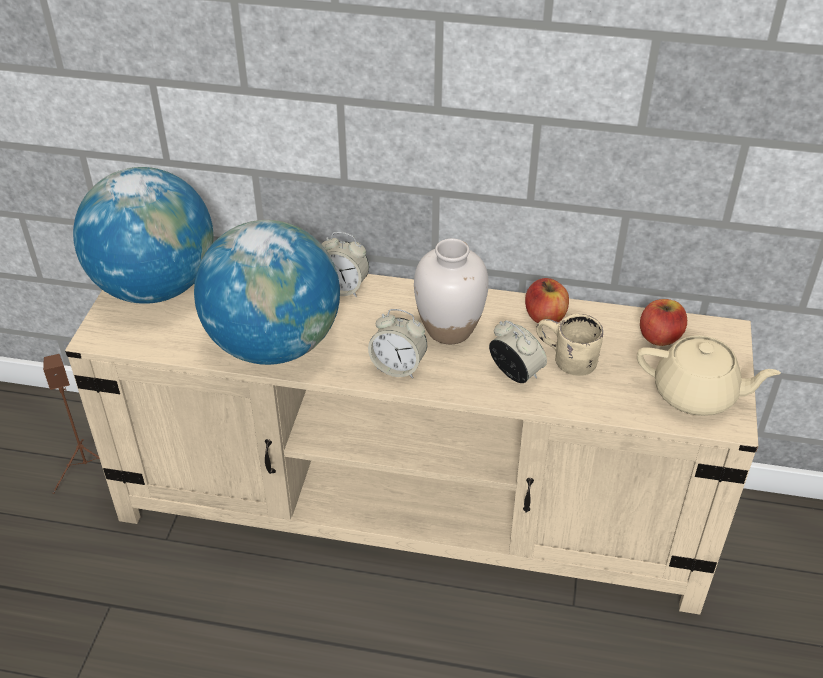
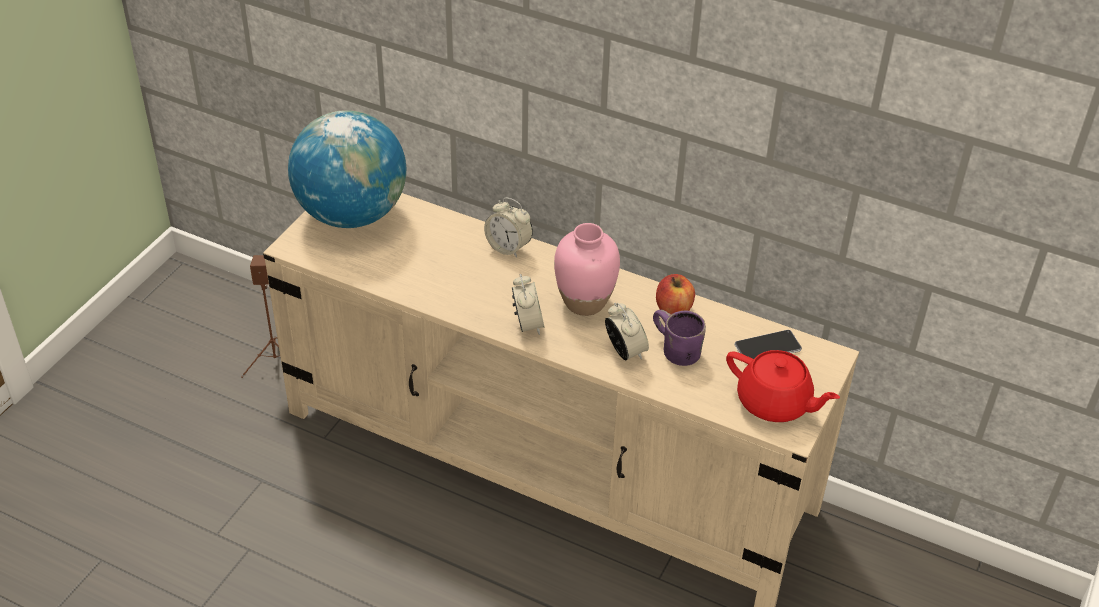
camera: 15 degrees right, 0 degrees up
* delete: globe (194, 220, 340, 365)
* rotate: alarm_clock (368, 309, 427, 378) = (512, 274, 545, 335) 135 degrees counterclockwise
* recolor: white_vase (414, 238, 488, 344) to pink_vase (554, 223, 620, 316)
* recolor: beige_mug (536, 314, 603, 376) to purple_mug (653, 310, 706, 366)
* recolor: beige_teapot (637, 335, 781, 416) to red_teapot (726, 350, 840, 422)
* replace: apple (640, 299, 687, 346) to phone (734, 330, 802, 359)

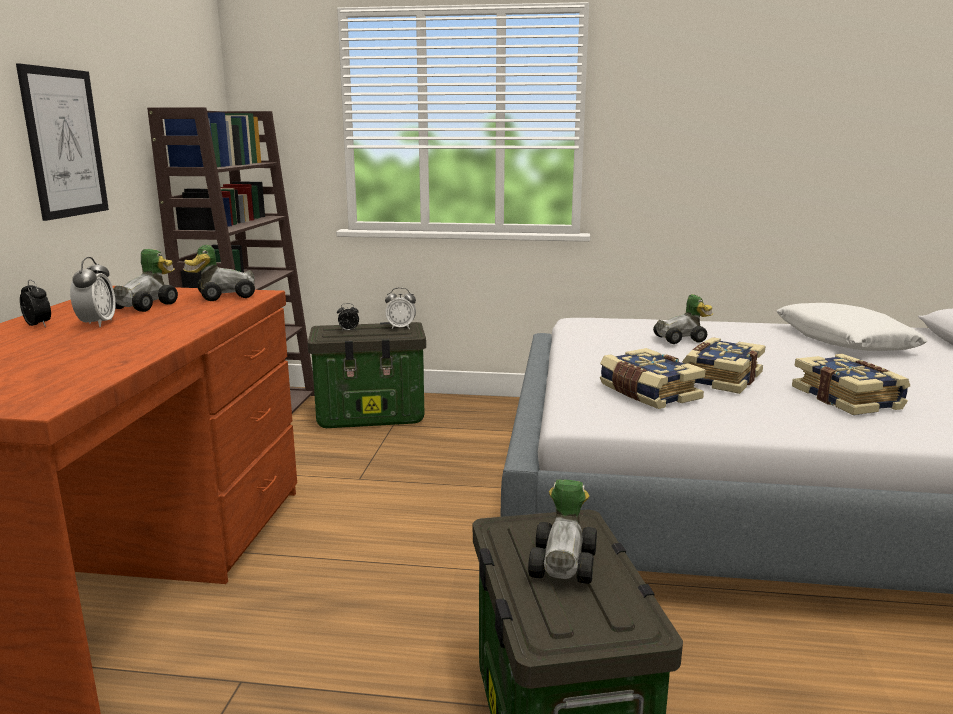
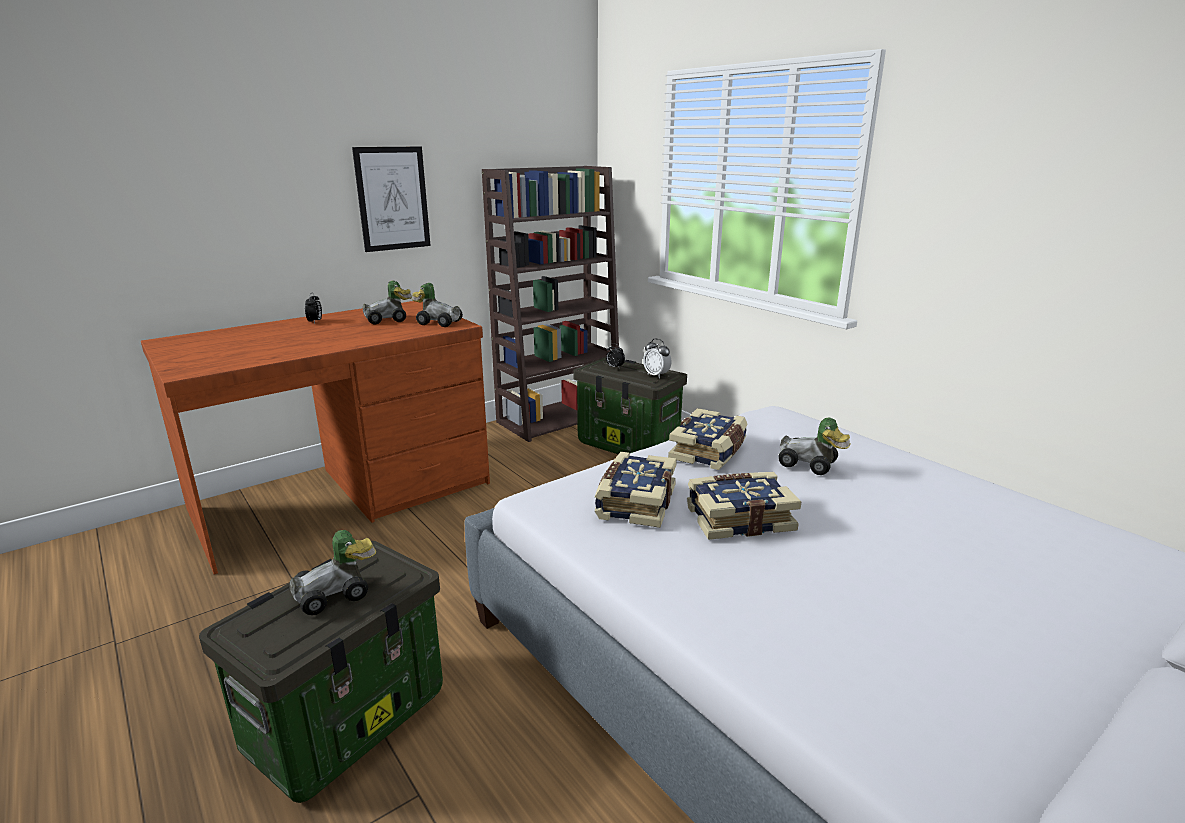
camera: 45 degrees right, 5 degrees up
* delete: alarm_clock (70, 257, 116, 327)
* delete: white_pillow (777, 303, 928, 351)
* move: book (792, 354, 910, 415) to (668, 408, 747, 470)

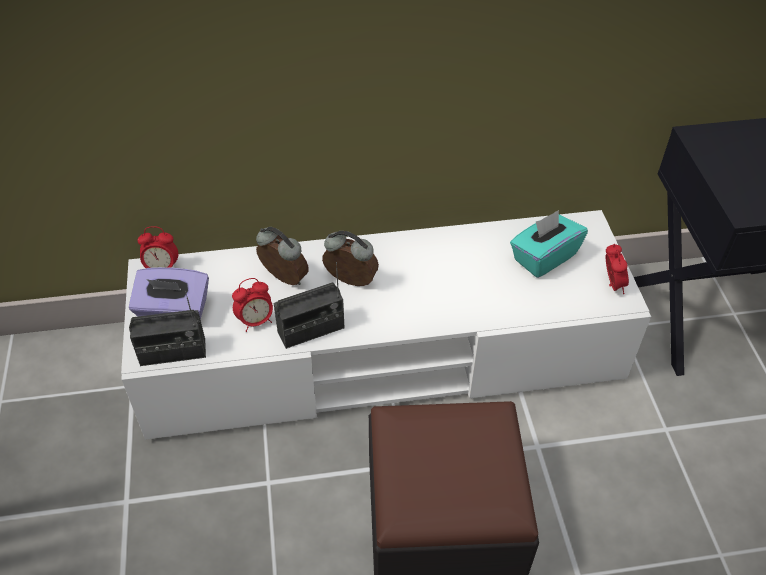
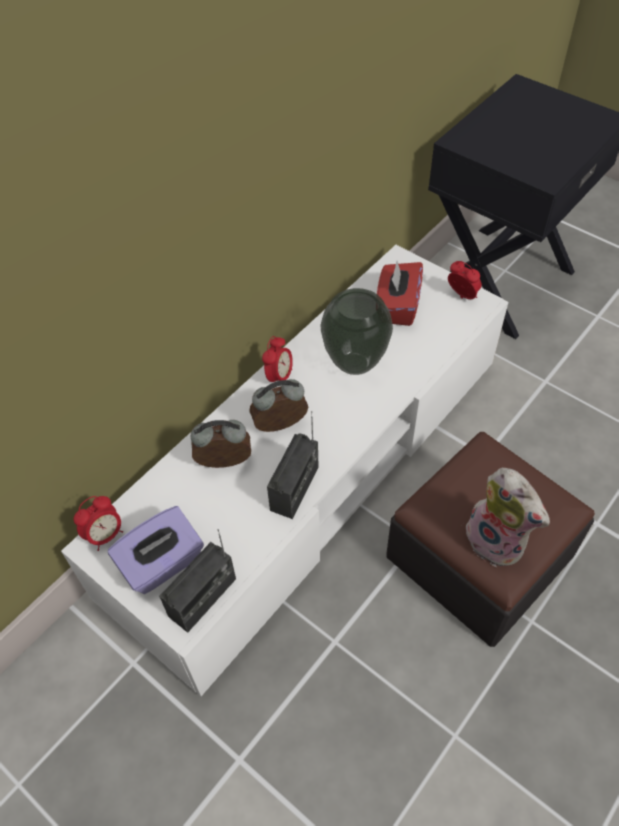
camera: 40 degrees left, 5 degrees up
* move: alarm_clock (232, 278, 273, 332) to (262, 336, 293, 382)
* recolor: turquoise_tissue_box (510, 210, 588, 278) to red_tissue_box (377, 261, 423, 326)
* insert: vase (321, 288, 393, 375)
* insert: plush_toy (461, 468, 550, 567)

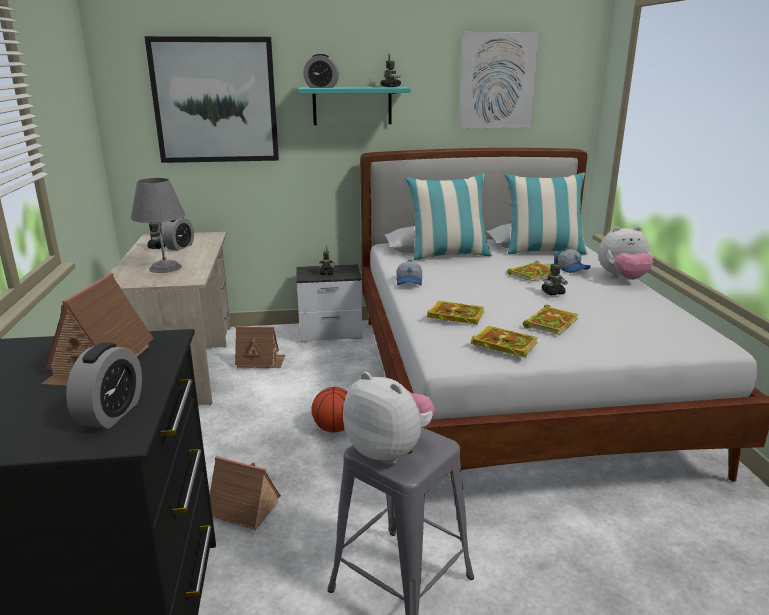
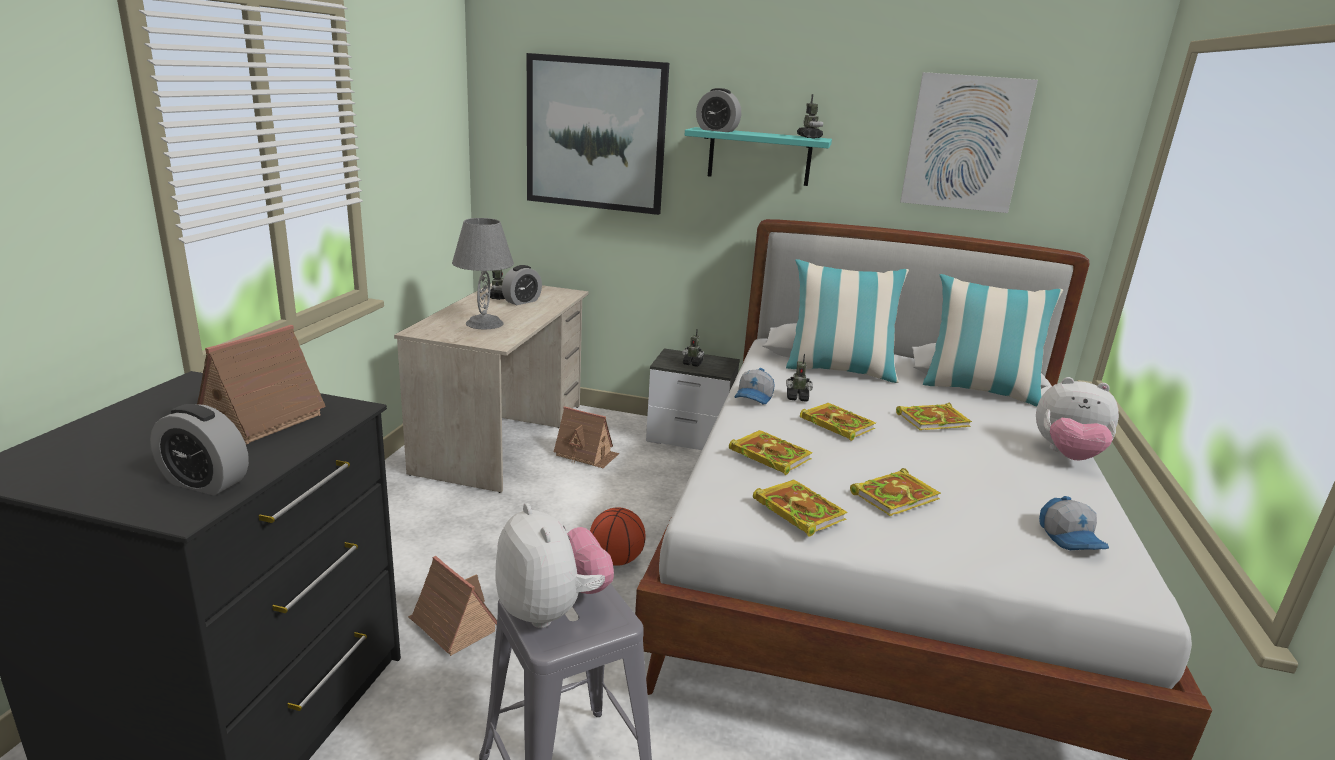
camera: 20 degrees right, 0 degrees up
* rotate: alarm_clock (66, 343, 142, 429) = (150, 404, 249, 495) 75 degrees clockwise
* move: toy_robot (542, 257, 568, 295) to (786, 354, 813, 402)
* move: cap (554, 248, 591, 273) to (1039, 496, 1109, 550)
* insert: book (800, 403, 876, 441)

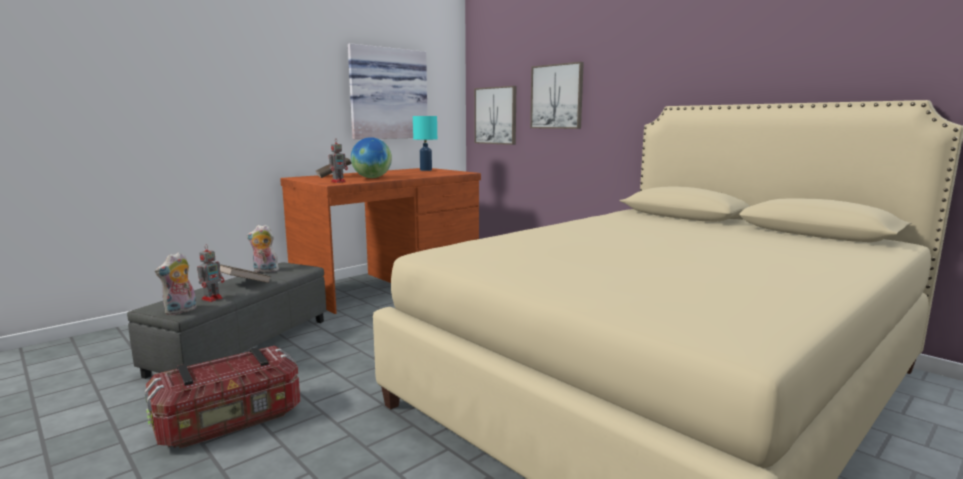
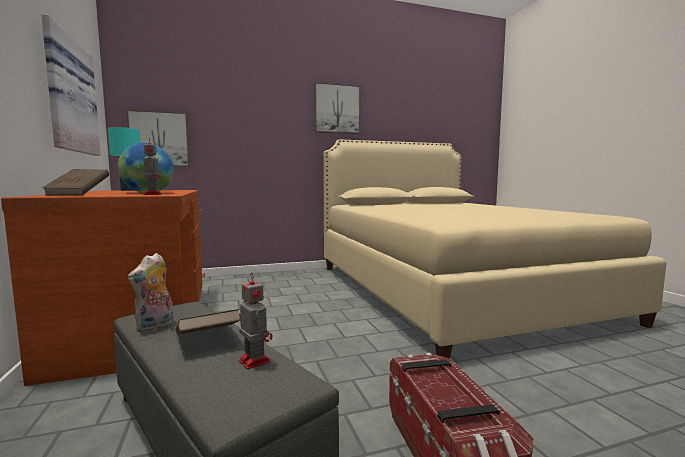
camera: 65 degrees left, 5 degrees down
* delete: plush_toy (155, 252, 197, 315)
* move: picture (530, 62, 584, 129) to (314, 82, 361, 134)

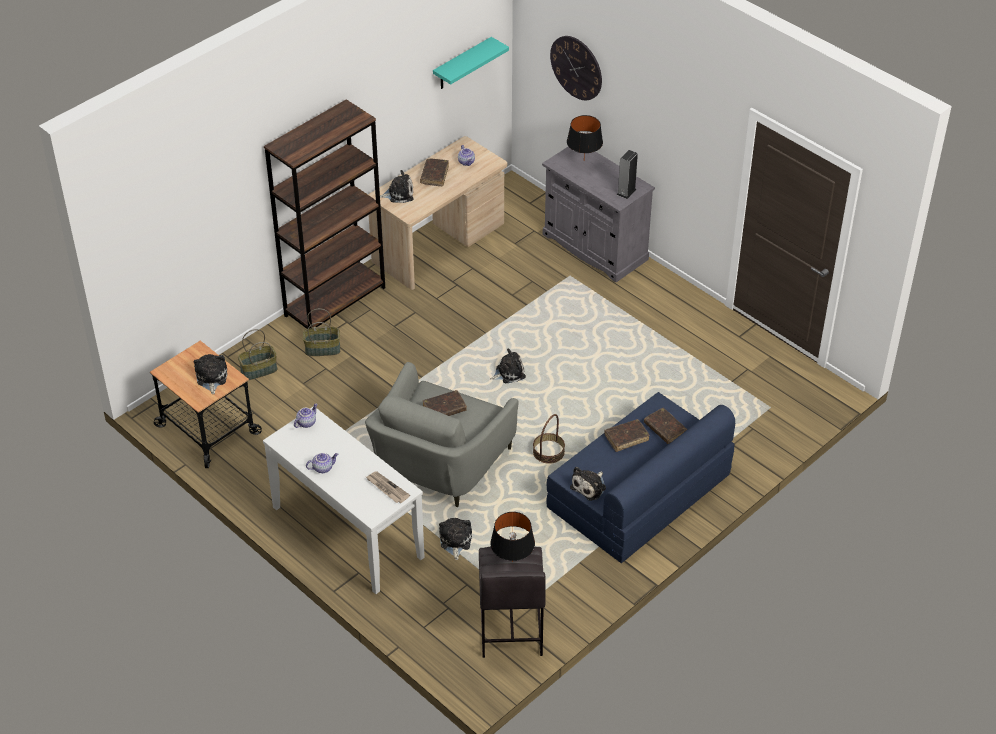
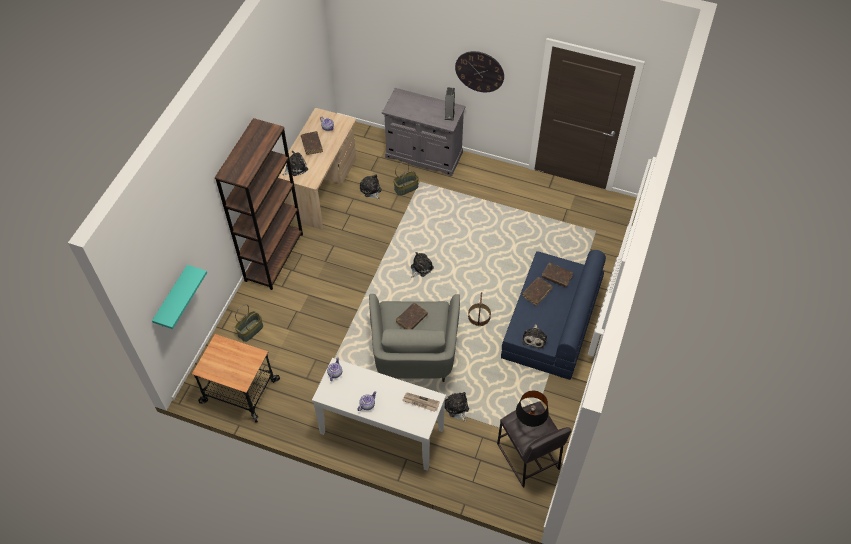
camera: 25 degrees left, 10 degrees up
* move: plush_toy (193, 354, 228, 394) to (360, 174, 382, 200)
* move: basket (303, 309, 340, 356) to (393, 162, 419, 196)
* move: turquoise_shelf (433, 37, 509, 89) to (152, 265, 207, 329)
* move: wall_clock (550, 36, 602, 100) to (455, 51, 504, 92)
* delete: black_table_lamp (567, 115, 603, 157)

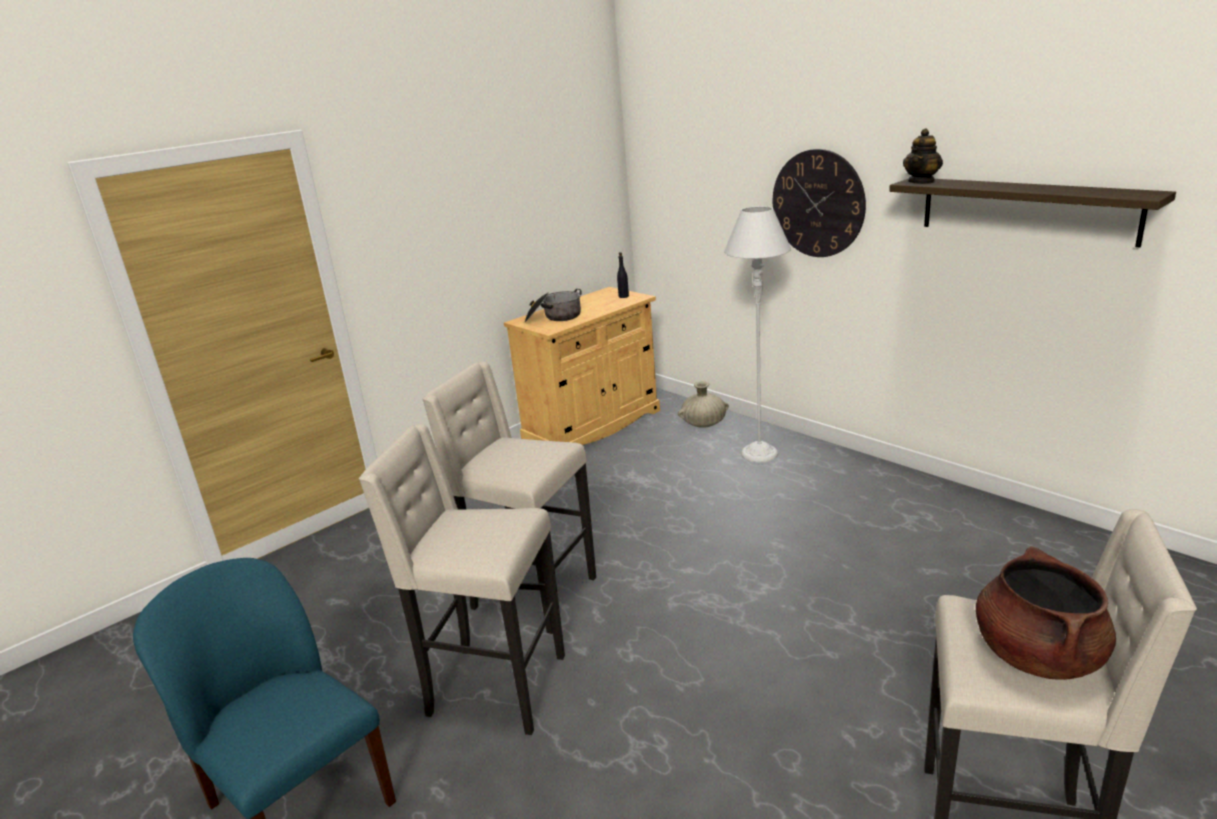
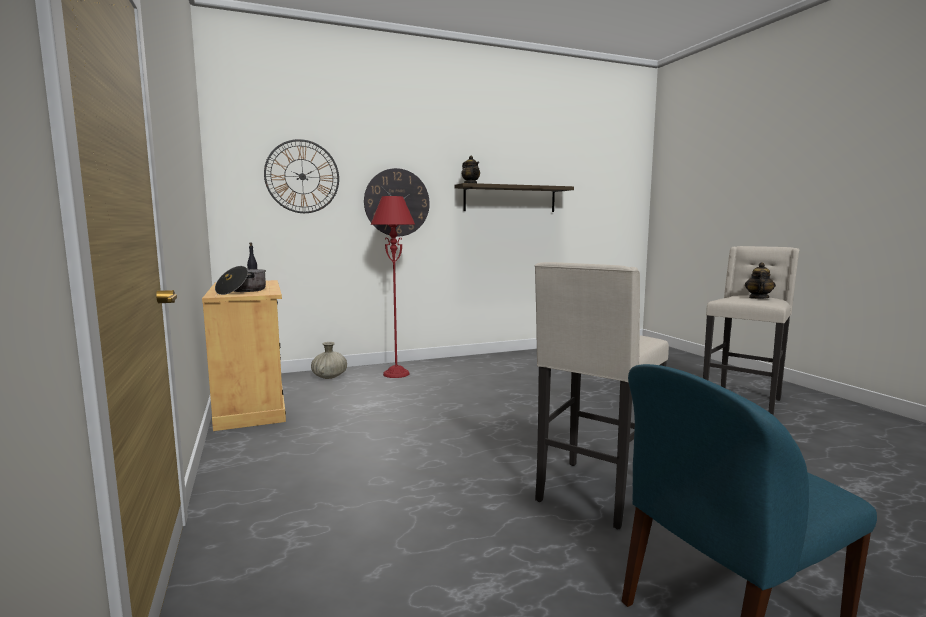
camera: 70 degrees left, 15 degrees down
* delete: beige_stool (422, 361, 596, 634)
* recolor: grey_floor_lamp (724, 206, 791, 463) to red_floor_lamp (371, 196, 415, 378)
* replace: brown_cooking_pot (976, 546, 1116, 680) to teapot (745, 262, 776, 299)
* insert: wall_clock (264, 139, 339, 213)

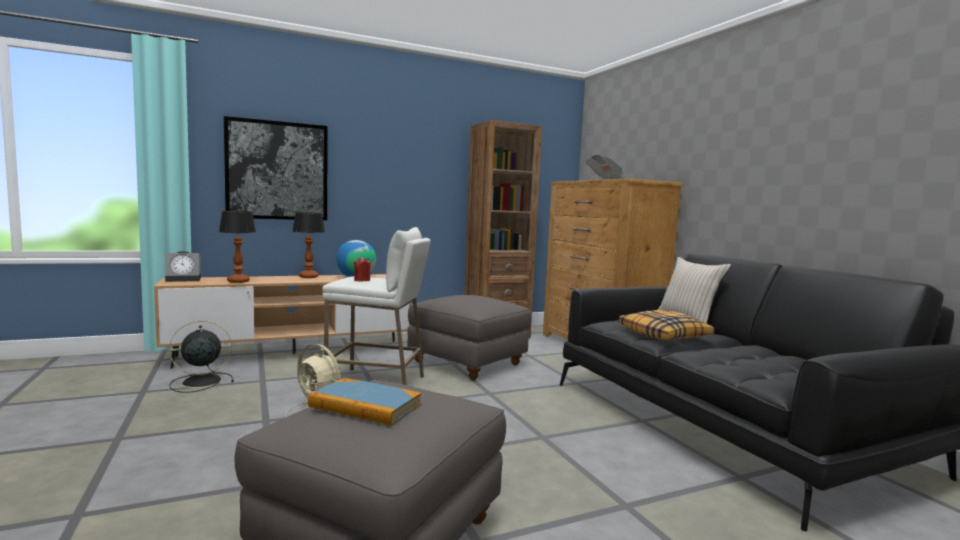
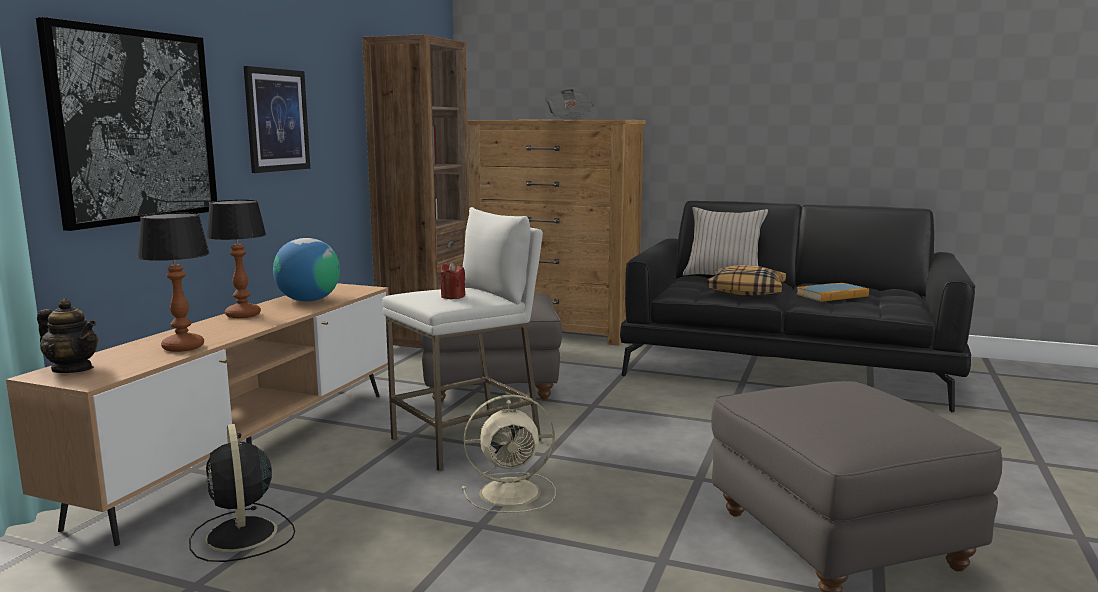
camera: 45 degrees left, 5 degrees up
* replace: alarm_clock (165, 251, 201, 282) to teapot (37, 299, 98, 373)
* rotate: black_fan (169, 320, 234, 393) = (189, 424, 295, 562) 45 degrees counterclockwise
* move: book (308, 378, 422, 425) to (796, 283, 869, 302)
* insert: picture (244, 66, 310, 173)

